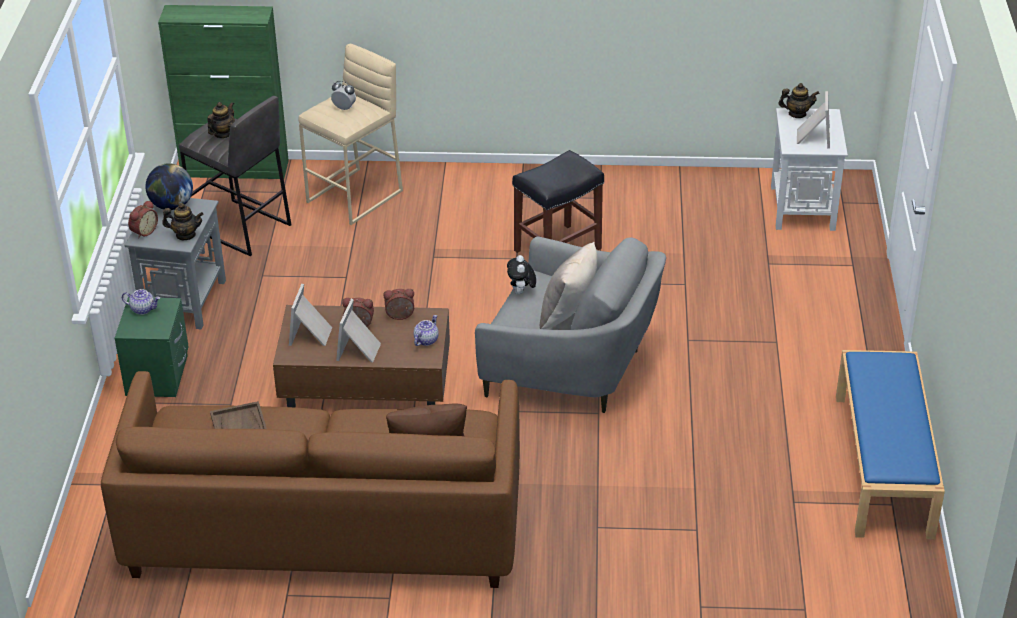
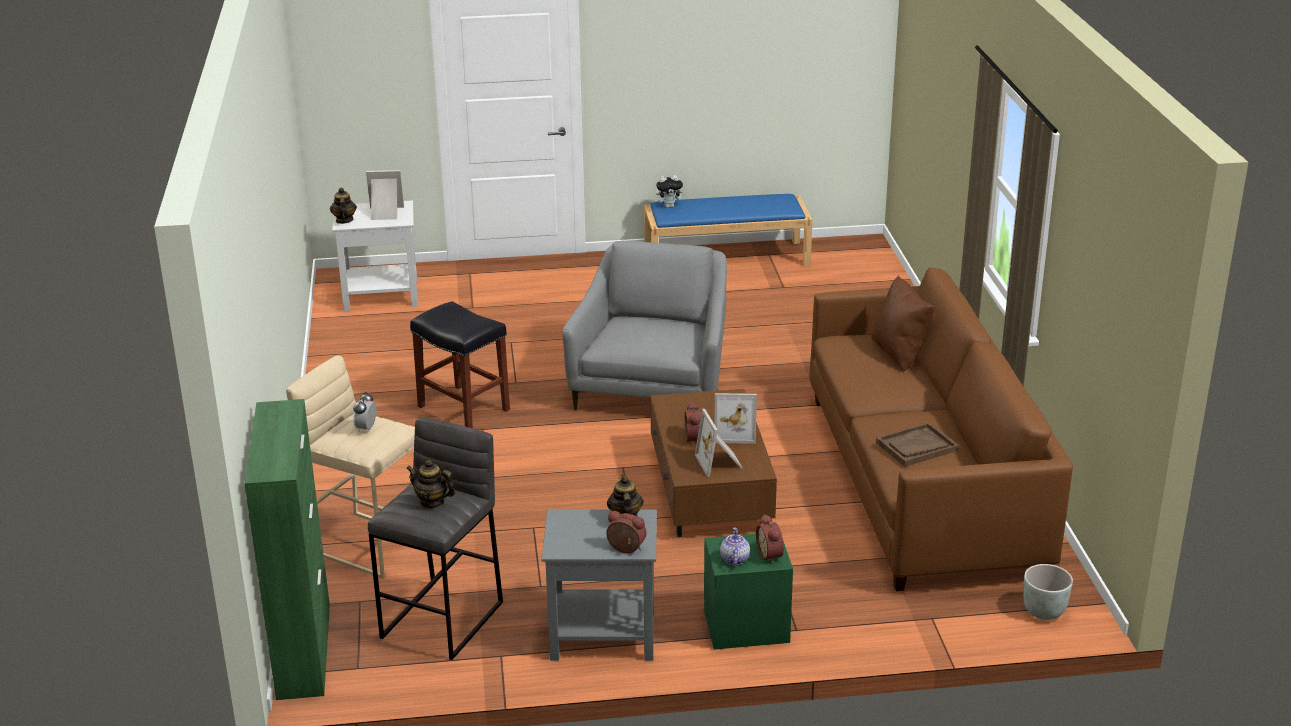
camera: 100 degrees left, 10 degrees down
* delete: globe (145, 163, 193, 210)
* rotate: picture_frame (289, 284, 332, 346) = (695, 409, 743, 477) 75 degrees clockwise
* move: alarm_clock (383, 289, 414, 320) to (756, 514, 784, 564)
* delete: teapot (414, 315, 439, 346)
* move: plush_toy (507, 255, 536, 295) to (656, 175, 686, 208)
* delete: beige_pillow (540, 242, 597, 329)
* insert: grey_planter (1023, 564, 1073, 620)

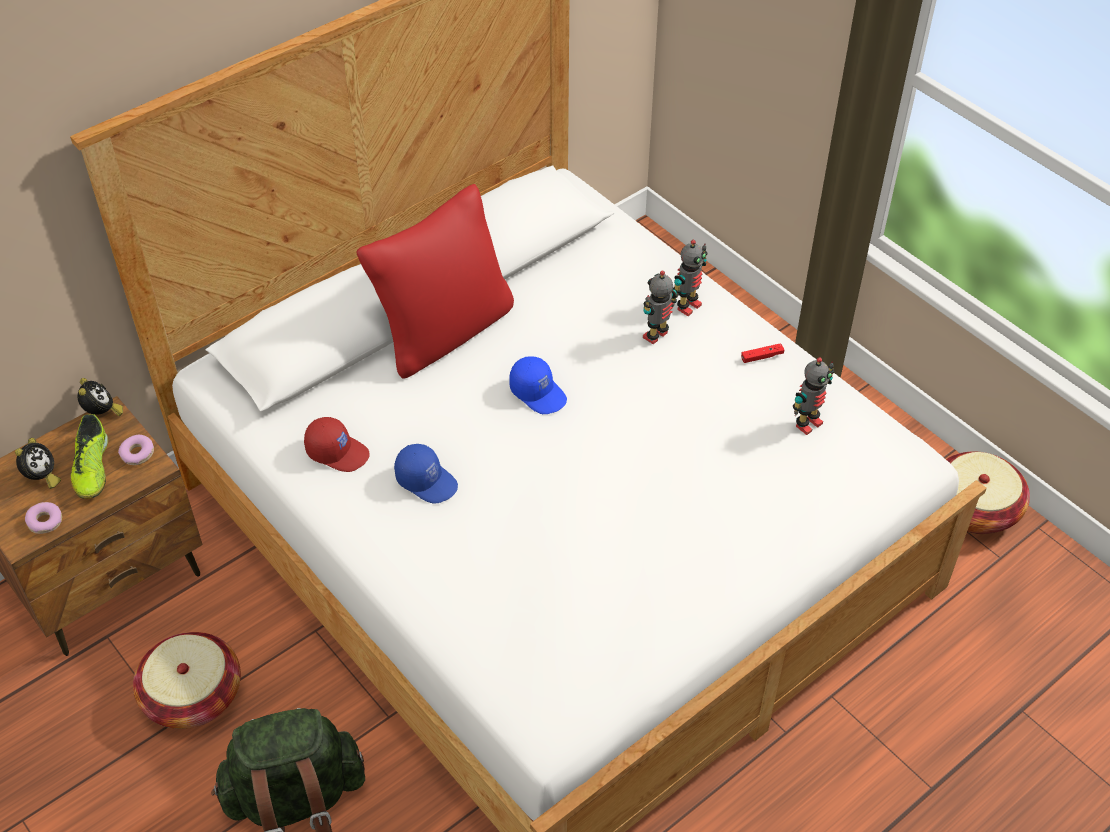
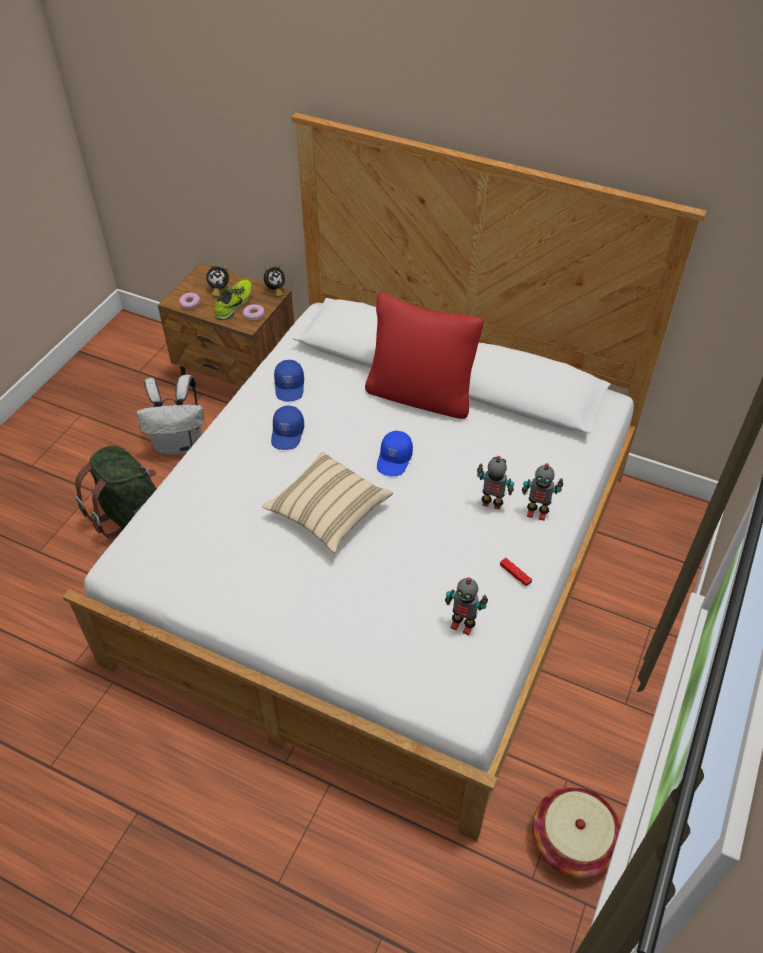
camera: 65 degrees right, 0 degrees up
* rotate: shoe (71, 414, 109, 499) = (214, 280, 253, 320) 150 degrees clockwise
* replace: basket (133, 632, 241, 729) to white_backpack (137, 375, 204, 455)
* recolor: red_cap (304, 417, 370, 472) to blue_cap (274, 360, 304, 401)
* insert: beige_pillow (262, 452, 393, 553)

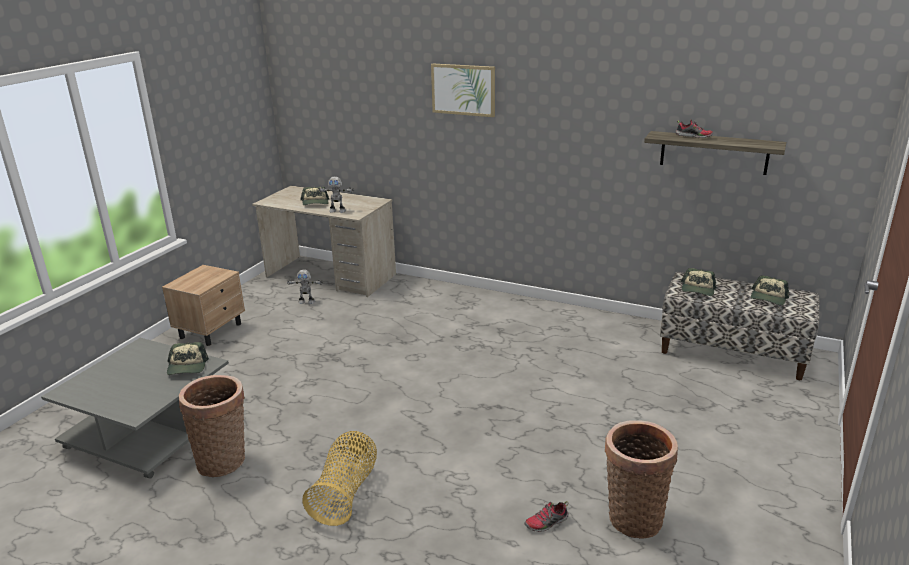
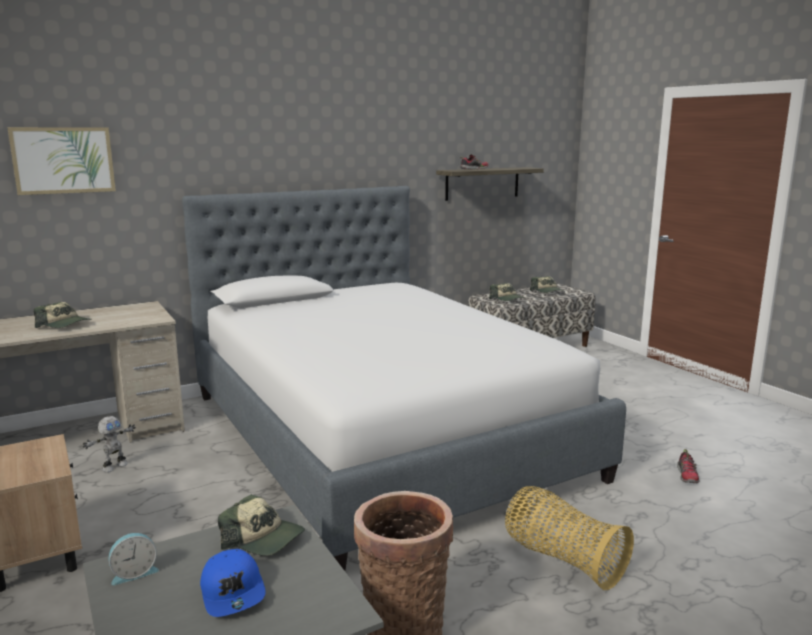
camera: 55 degrees left, 10 degrees down
* delete: toy_robot (318, 177, 354, 213)
* move: picture (431, 64, 495, 117) to (7, 127, 116, 195)
* delete: basket (605, 420, 678, 539)
* insert: alarm_clock (108, 533, 159, 585)
* insert: bed (182, 186, 626, 571)
* insert: blue_cap (200, 549, 266, 617)

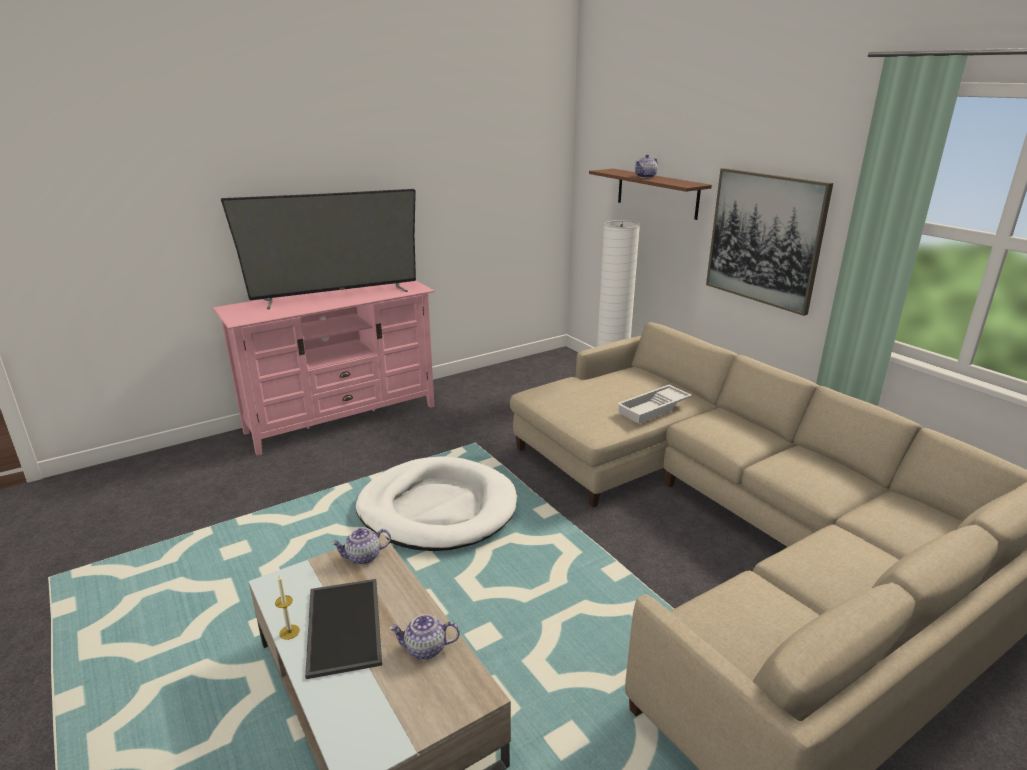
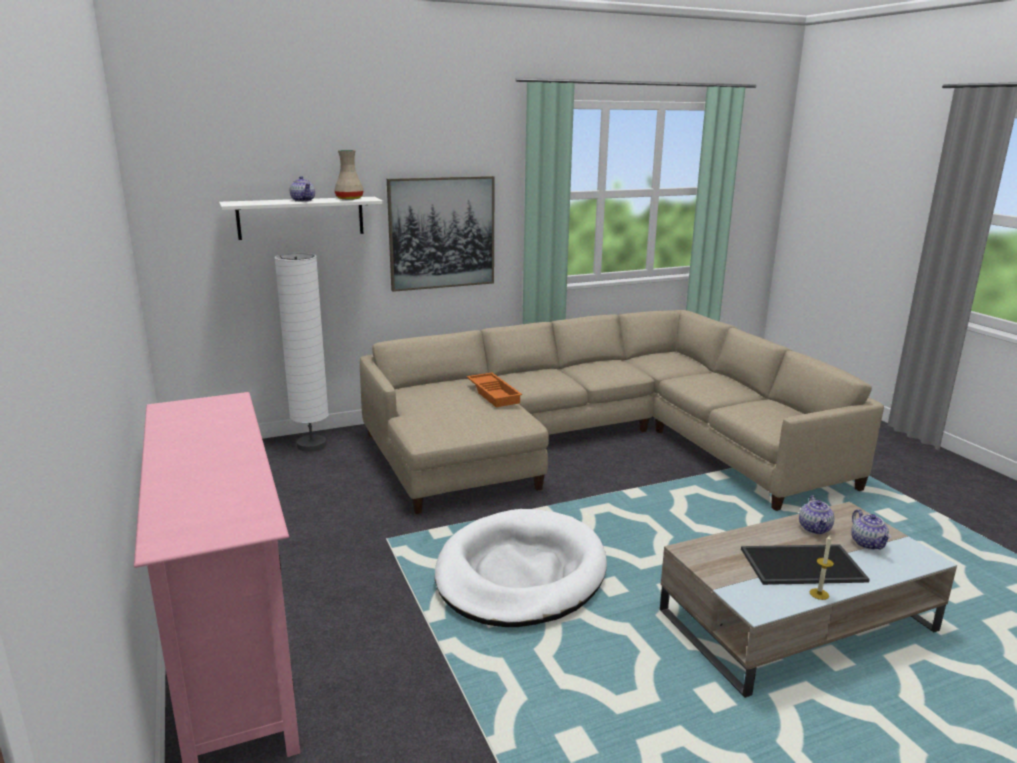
camera: 80 degrees left, 5 degrees down
* delete: television (221, 189, 416, 309)
* move: teapot (331, 528, 391, 565) to (851, 509, 892, 550)
* recolor: brown_shelf (589, 169, 712, 220) to white_shelf (219, 197, 383, 240)
* recolor: white_tray (617, 385, 692, 424) to orange_tray (467, 373, 522, 407)
* insert: beige_vase (334, 150, 364, 200)

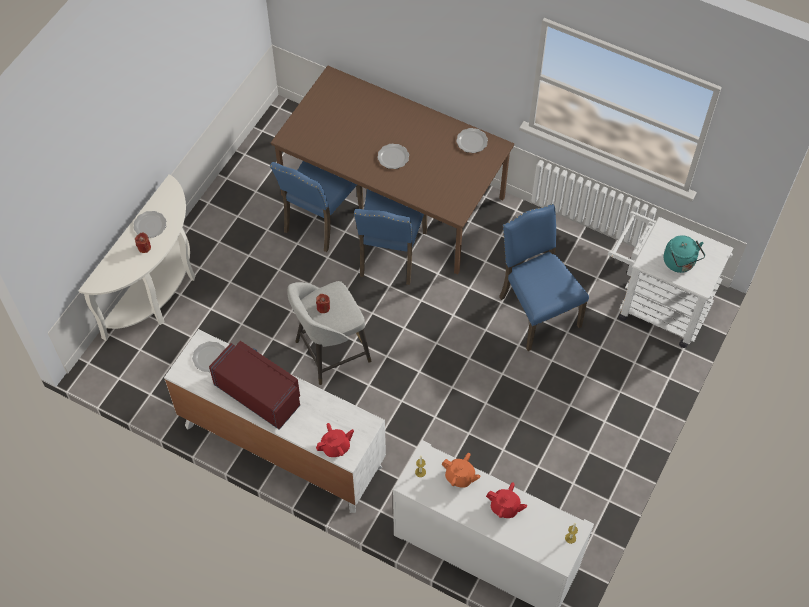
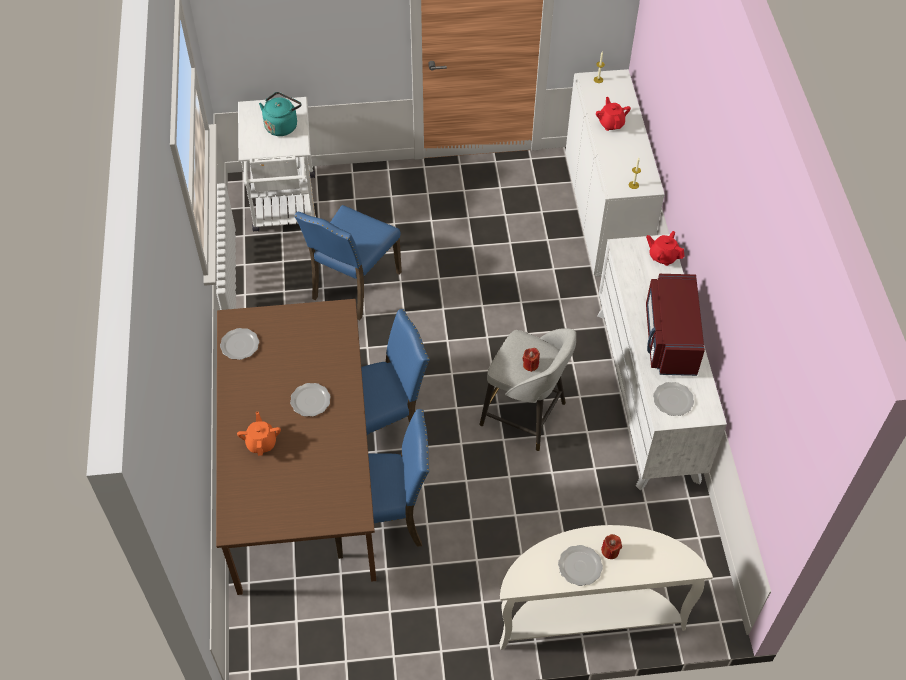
camera: 125 degrees left, 5 degrees down
* move: orange_teapot (441, 453, 480, 488) to (237, 411, 281, 456)

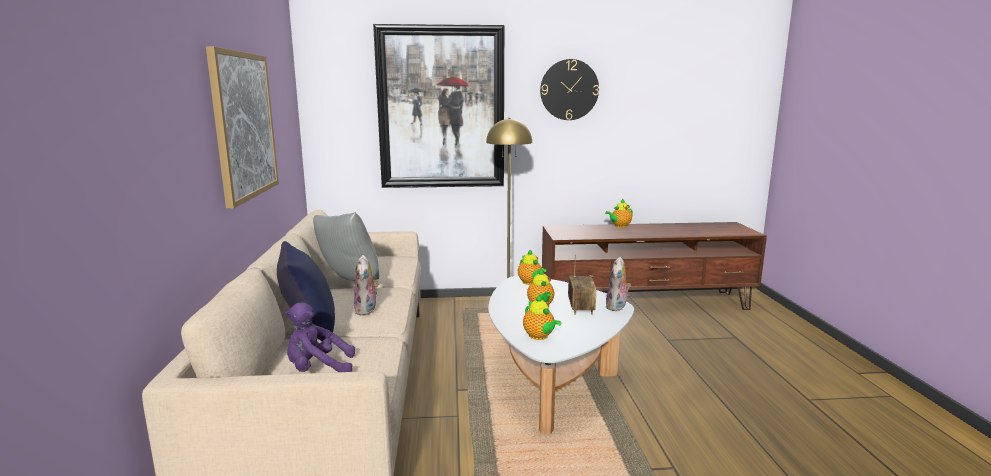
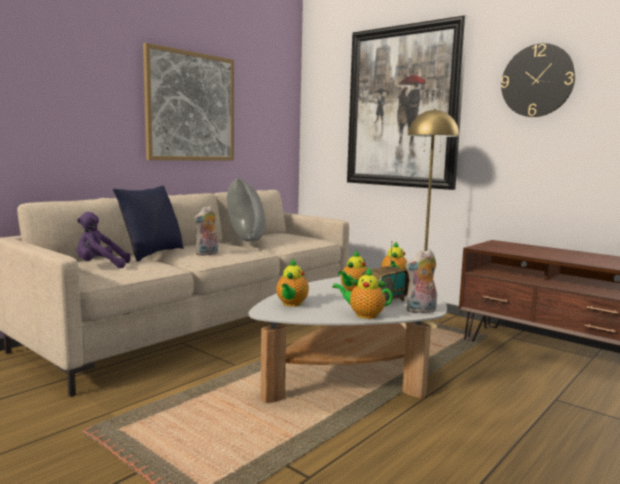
camera: 45 degrees right, 5 degrees down
* rotate: purple_plush_toy (285, 302, 355, 372) = (77, 212, 131, 268) 45 degrees counterclockwise
* move: teapot (605, 199, 633, 228) to (332, 268, 393, 319)

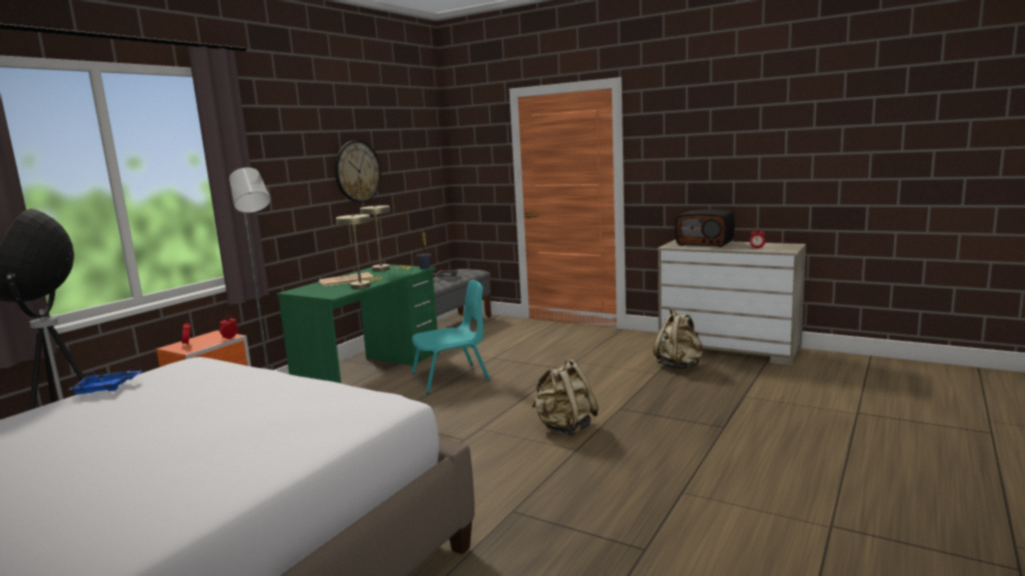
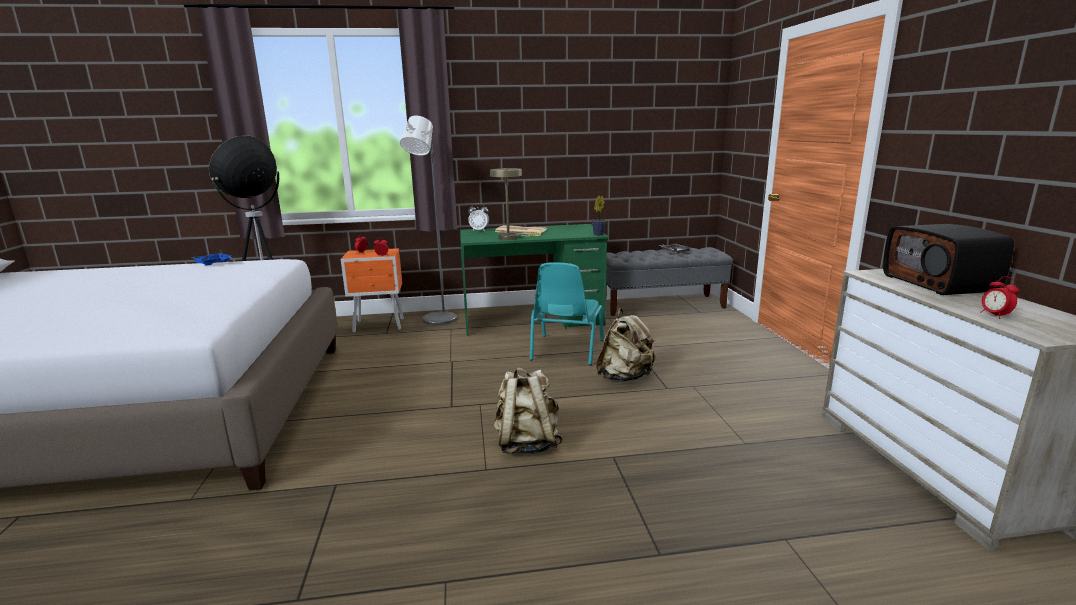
camera: 50 degrees right, 5 degrees up
* delete: wall_clock (335, 140, 381, 202)
* delete: beige_table_lamp (360, 205, 412, 271)
* rotate: turquoise_chair (412, 280, 490, 393) = (530, 262, 603, 365) 75 degrees clockwise
* move: beige_backpack (653, 308, 703, 369) to (596, 308, 656, 382)
* insert: alarm_clock (468, 203, 489, 231)

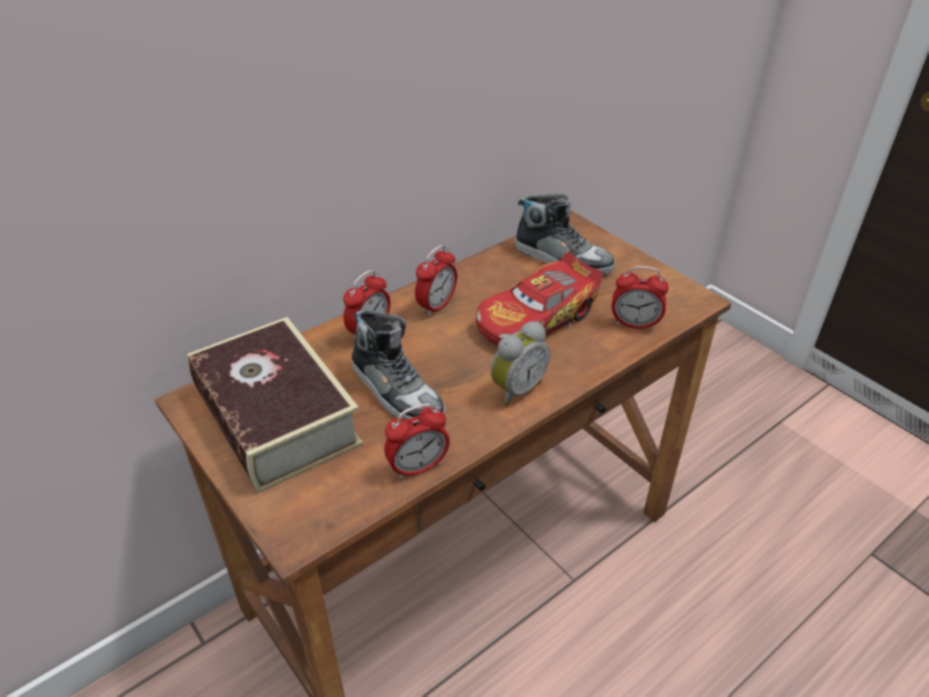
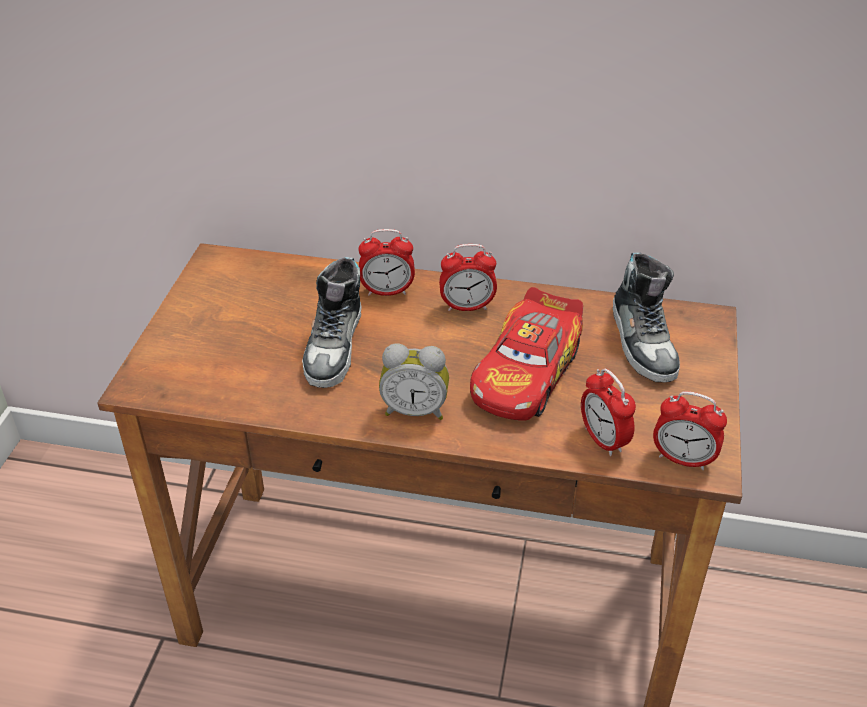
camera: 50 degrees right, 0 degrees up
* delete: book (187, 317, 363, 493)
* move: alarm_clock (384, 403, 450, 479) to (653, 391, 727, 470)
* rotate: toy_car (476, 252, 603, 346) = (470, 287, 583, 421) 75 degrees counterclockwise

